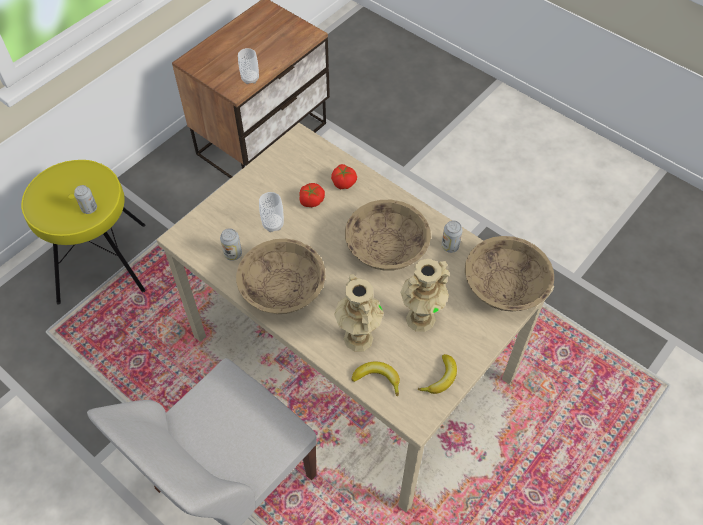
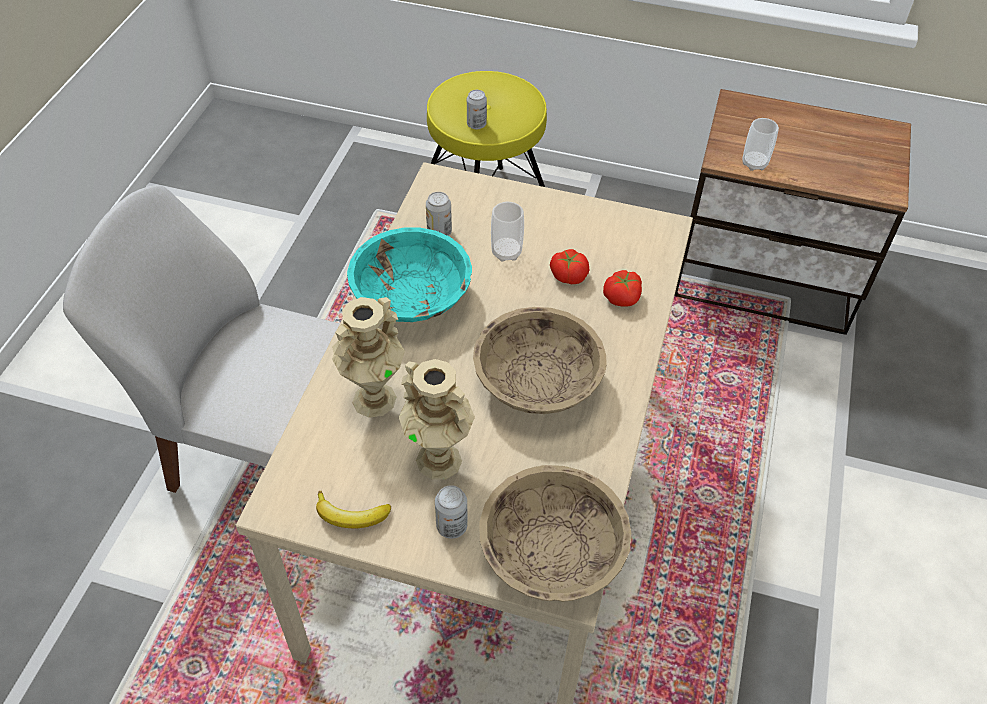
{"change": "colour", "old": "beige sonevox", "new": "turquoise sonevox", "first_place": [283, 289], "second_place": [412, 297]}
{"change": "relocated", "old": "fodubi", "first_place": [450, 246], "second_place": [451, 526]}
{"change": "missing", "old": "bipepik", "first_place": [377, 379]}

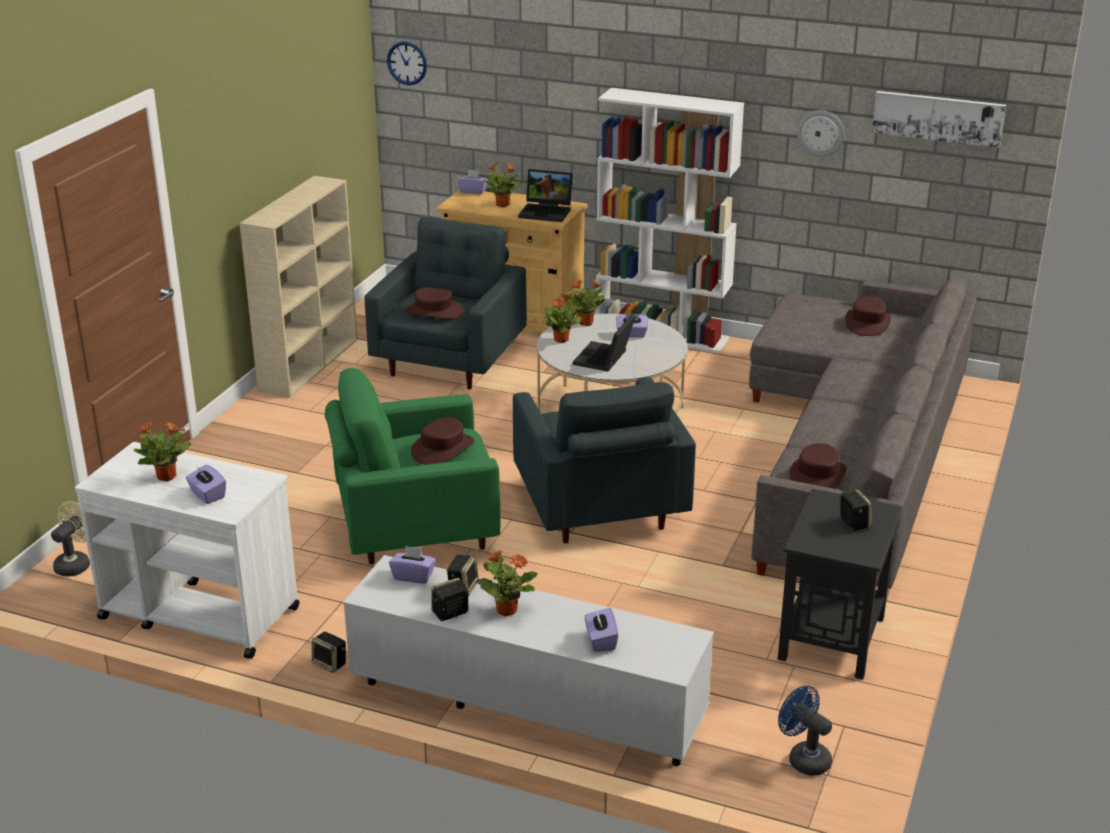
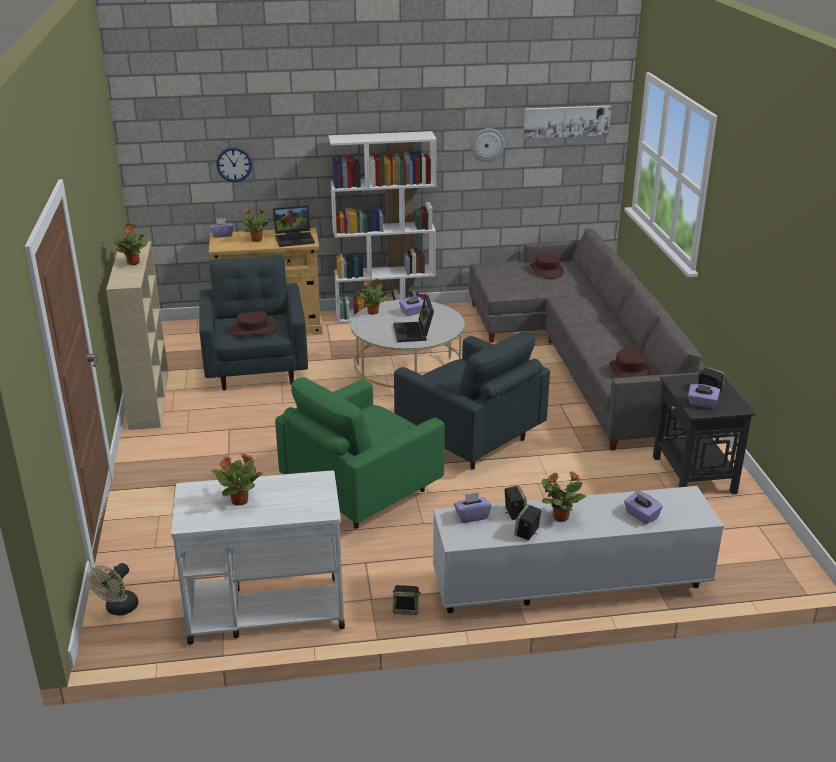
{"change": "spun", "old": "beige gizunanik", "first_place": [76, 564], "second_place": [118, 609], "degrees": -150}
{"change": "relocated", "old": "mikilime", "first_place": [561, 339], "second_place": [133, 262]}
{"change": "relocated", "old": "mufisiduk", "first_place": [407, 63], "second_place": [234, 164]}
{"change": "relocated", "old": "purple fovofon", "first_place": [207, 495], "second_place": [702, 404]}
{"change": "missing", "old": "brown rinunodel", "first_place": [442, 448]}
{"change": "missing", "old": "blue gizunanik", "first_place": [804, 758]}

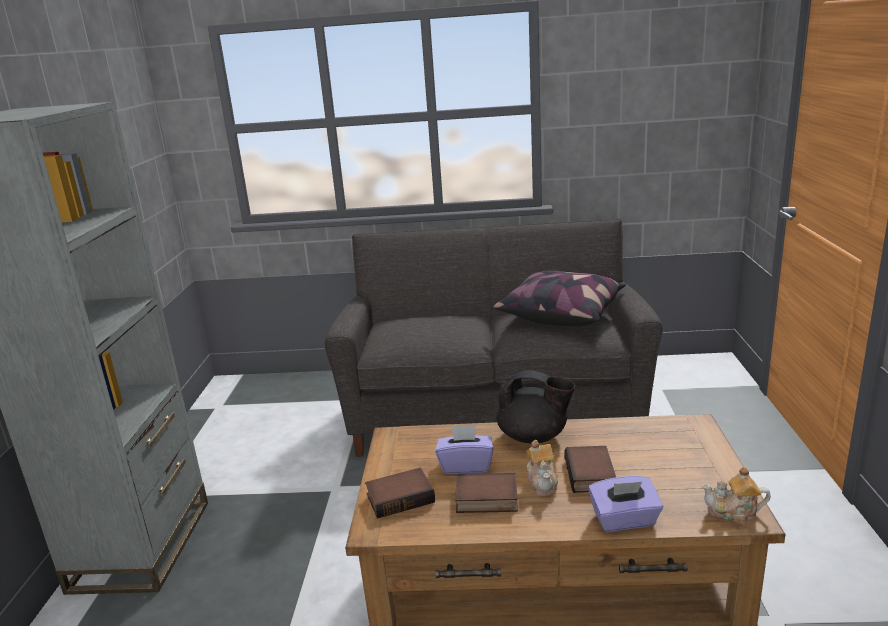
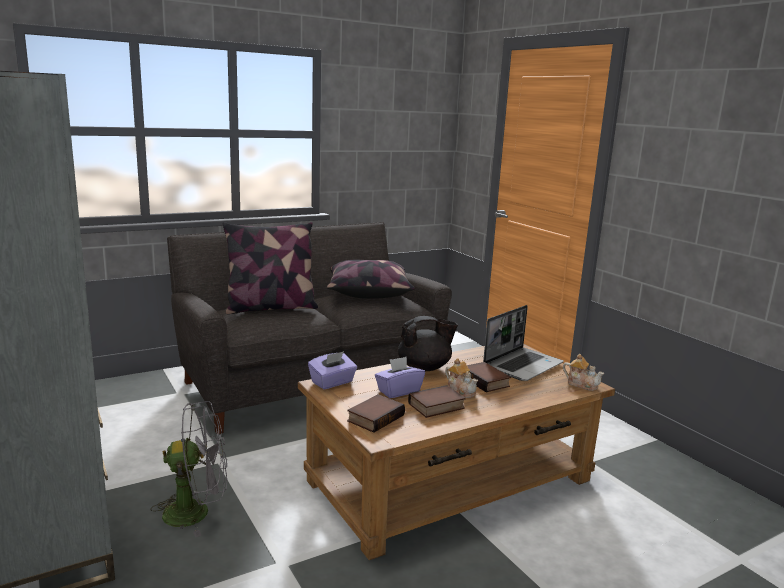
{"change": "appeared", "new": "grey gizunanik", "second_place": [197, 512]}
{"change": "appeared", "new": "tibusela", "second_place": [271, 308]}
{"change": "relocated", "old": "purple fovofon", "first_place": [624, 520], "second_place": [332, 382]}
{"change": "appeared", "new": "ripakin", "second_place": [522, 365]}
{"change": "spun", "old": "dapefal", "first_place": [733, 512], "second_place": [581, 384], "degrees": -120}

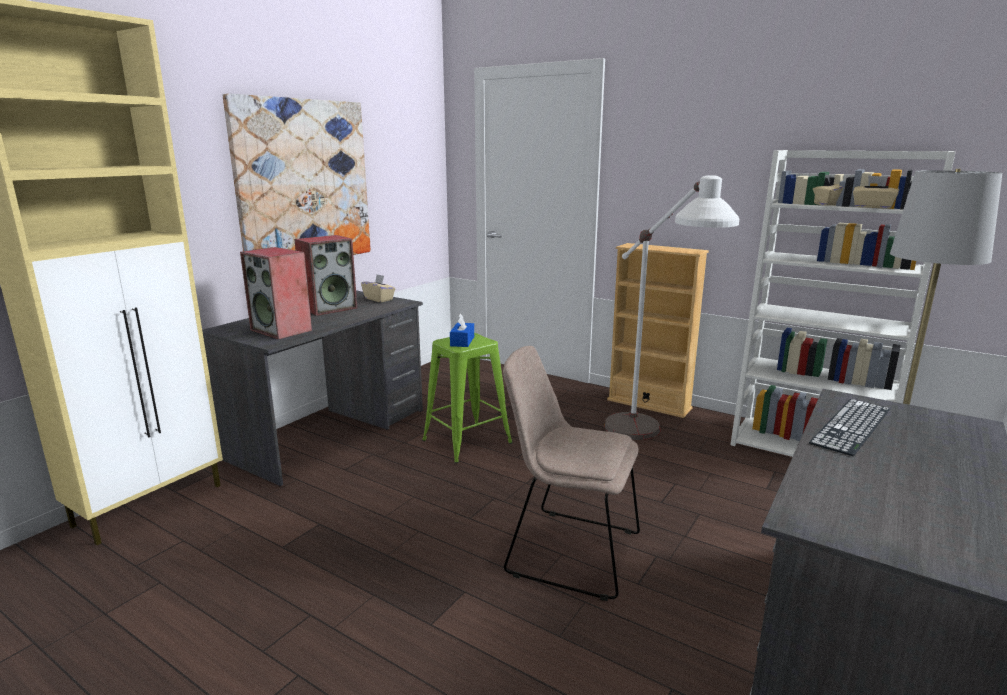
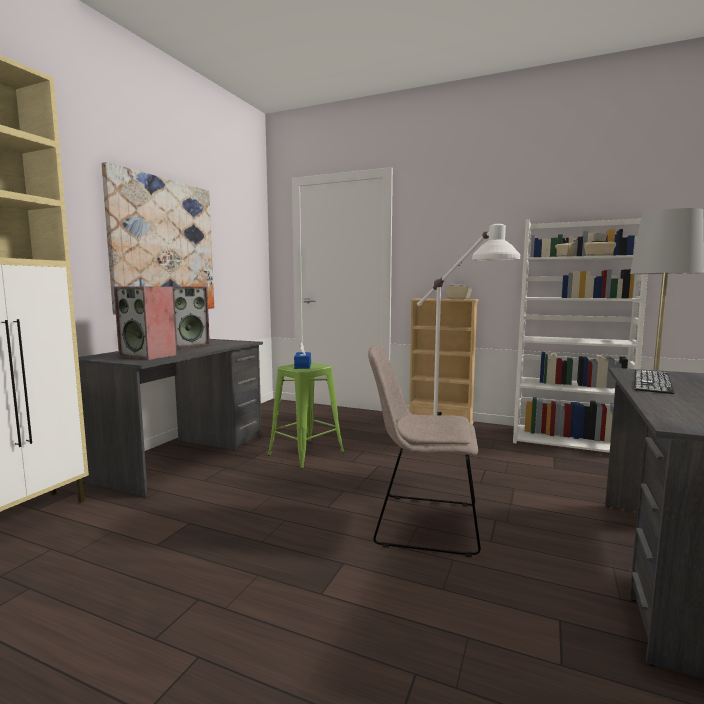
{"change": "relocated", "old": "beige fovofon", "first_place": [379, 299], "second_place": [458, 299]}

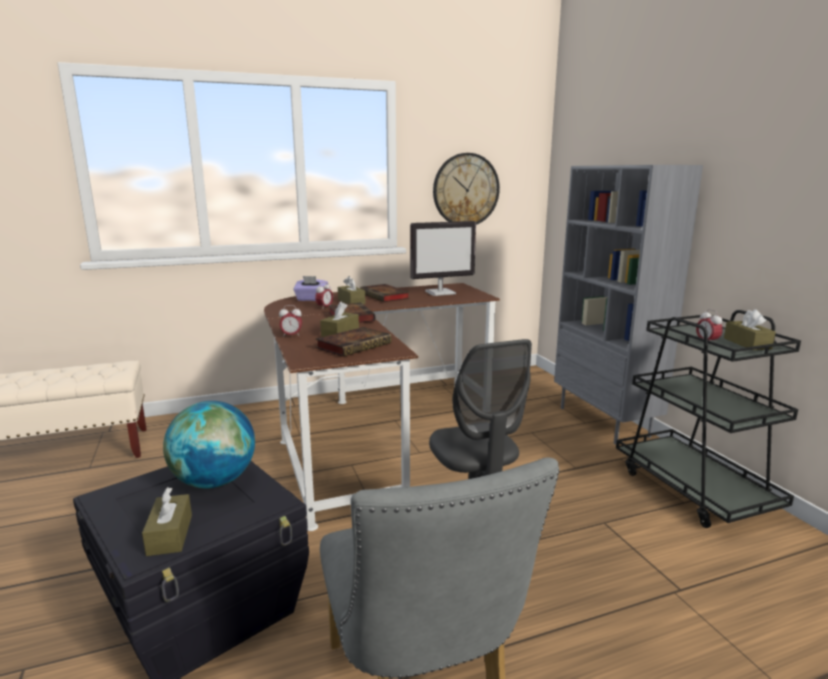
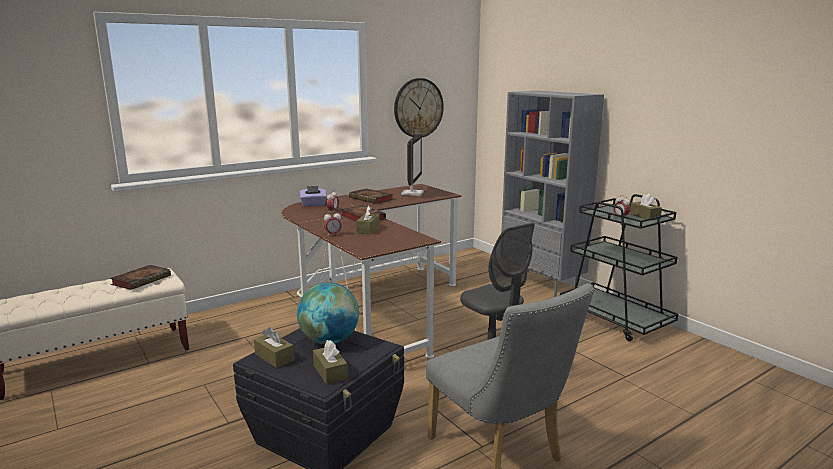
{"change": "relocated", "old": "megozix", "first_place": [355, 345], "second_place": [142, 280]}
{"change": "relocated", "old": "brown fovofon", "first_place": [351, 301], "second_place": [274, 357]}
{"change": "spun", "old": "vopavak", "first_place": [441, 293], "second_place": [412, 193], "degrees": -45}

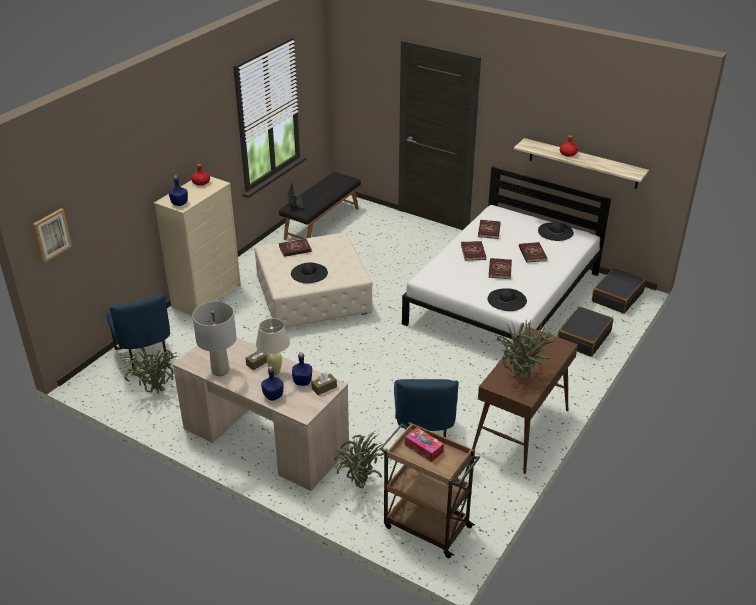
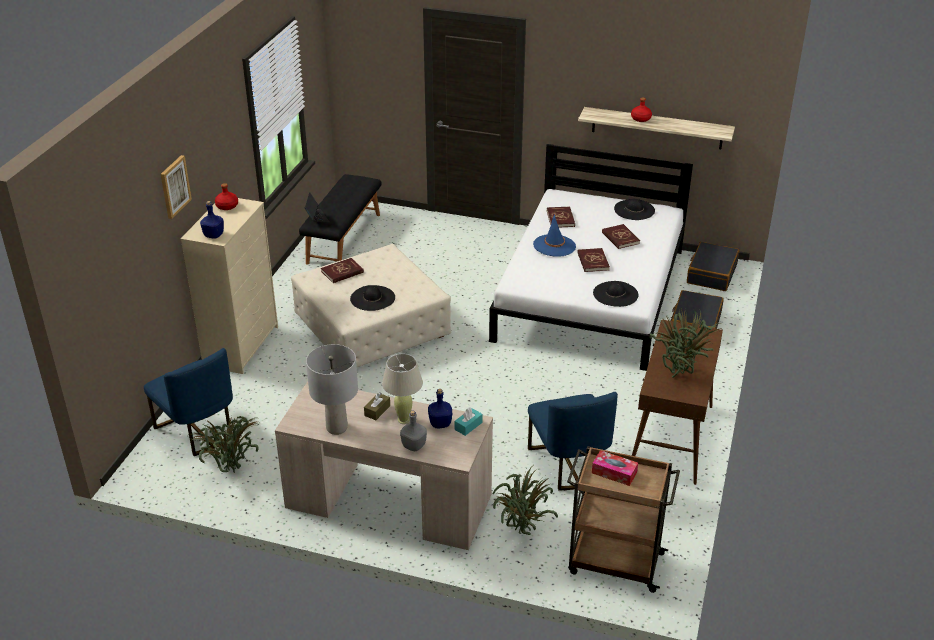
{"change": "relocated", "old": "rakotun", "first_place": [51, 235], "second_place": [174, 186]}
{"change": "colour", "old": "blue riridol", "new": "grey riridol", "first_place": [273, 396], "second_place": [413, 445]}
{"change": "colour", "old": "brown fovofon", "new": "turquoise fovofon", "first_place": [324, 388], "second_place": [468, 426]}
{"change": "exchanged", "old": "red megozix", "new": "blue rinunodel", "first_place": [473, 252], "second_place": [554, 246]}

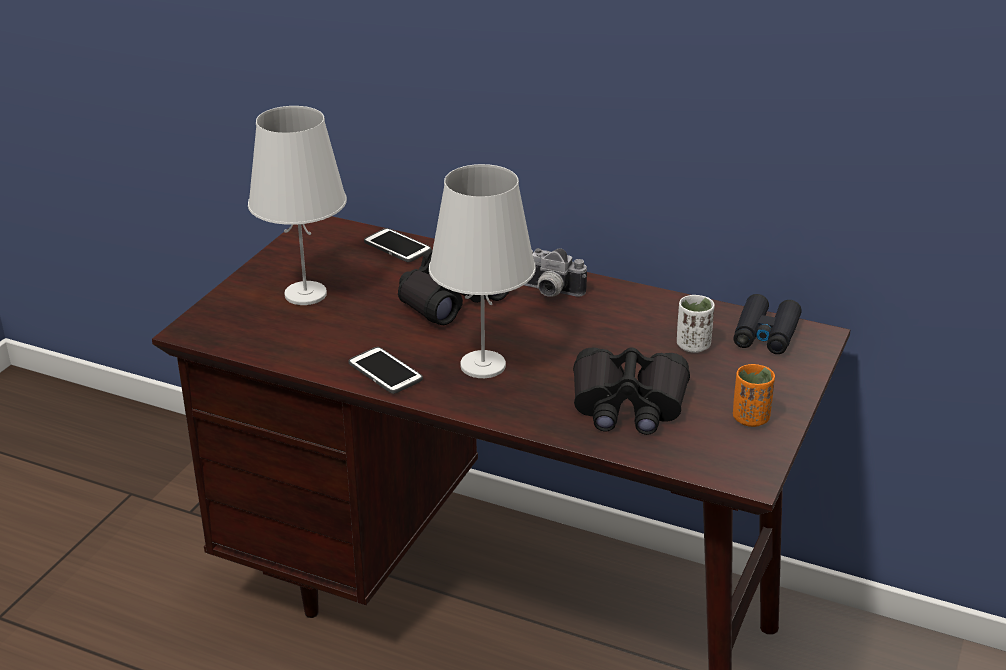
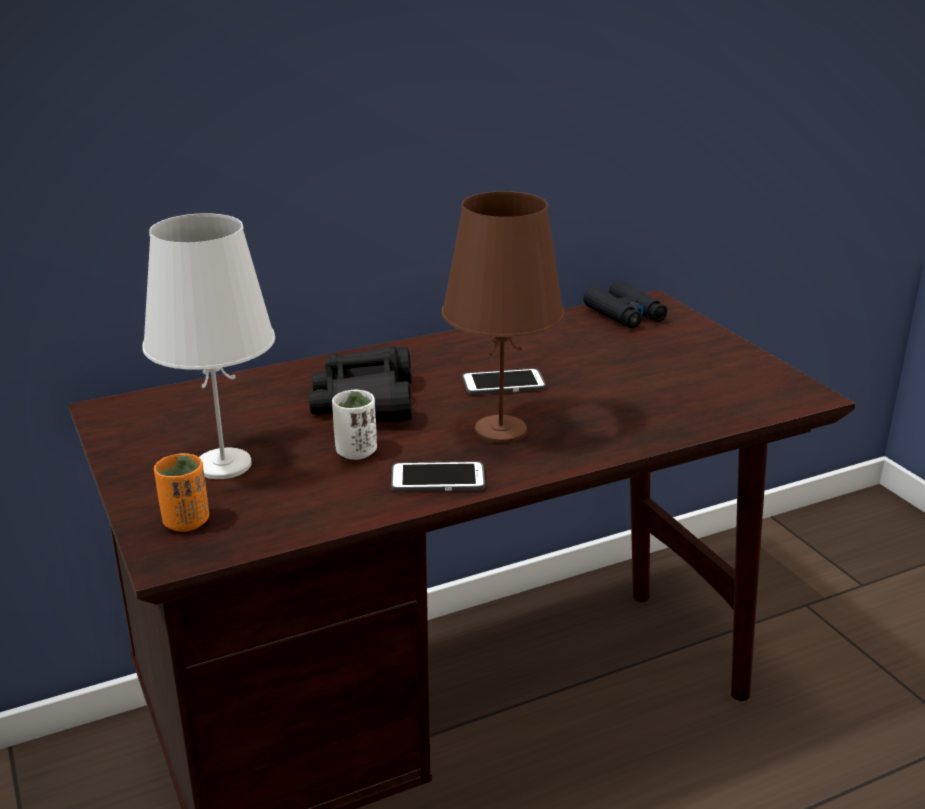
{"change": "relocated", "old": "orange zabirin", "first_place": [750, 418], "second_place": [186, 522]}
{"change": "relocated", "old": "white zabirin", "first_place": [693, 345], "second_place": [356, 452]}
{"change": "colour", "old": "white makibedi", "new": "brown makibedi", "first_place": [482, 365], "second_place": [499, 430]}
{"change": "relocated", "old": "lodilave", "first_place": [397, 247], "second_place": [503, 383]}
{"change": "missing", "old": "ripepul", "first_place": [548, 292]}
{"change": "missing", "old": "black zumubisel", "first_place": [628, 405]}

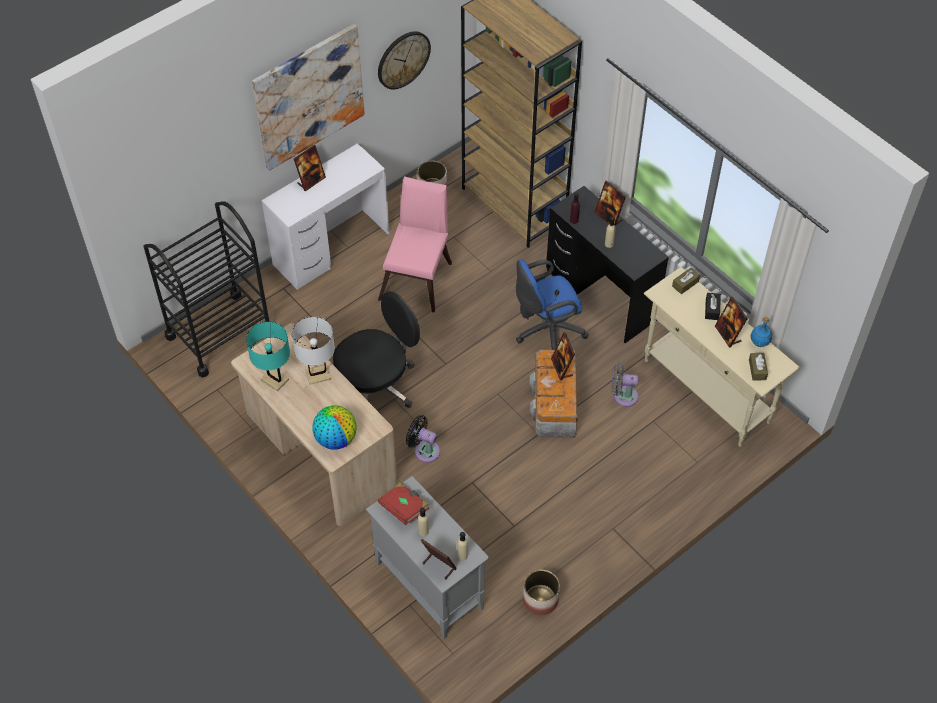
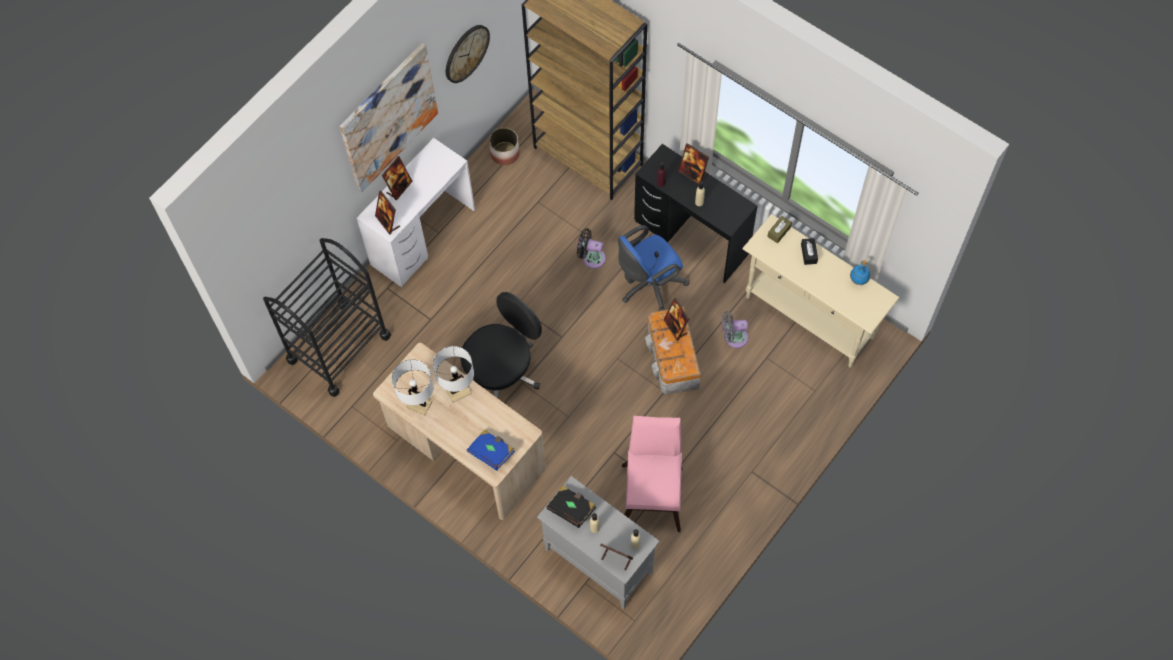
{"change": "relocated", "old": "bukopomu", "first_place": [728, 334], "second_place": [388, 222]}
{"change": "colour", "old": "turquoise makibedi", "new": "white makibedi", "first_place": [274, 380], "second_place": [419, 404]}
{"change": "exchanged", "old": "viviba", "new": "blue megozix", "first_place": [336, 438], "second_place": [491, 452]}
{"change": "colour", "old": "red megozix", "new": "black megozix", "first_place": [404, 508], "second_place": [571, 509]}
{"change": "relocated", "old": "black gizunanik", "first_place": [424, 450], "second_place": [591, 257]}
{"change": "relocated", "old": "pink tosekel", "first_place": [418, 277], "second_place": [652, 492]}
{"change": "missing", "old": "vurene", "first_place": [540, 600]}
{"change": "missing", "old": "brown fovofon", "first_place": [757, 369]}

